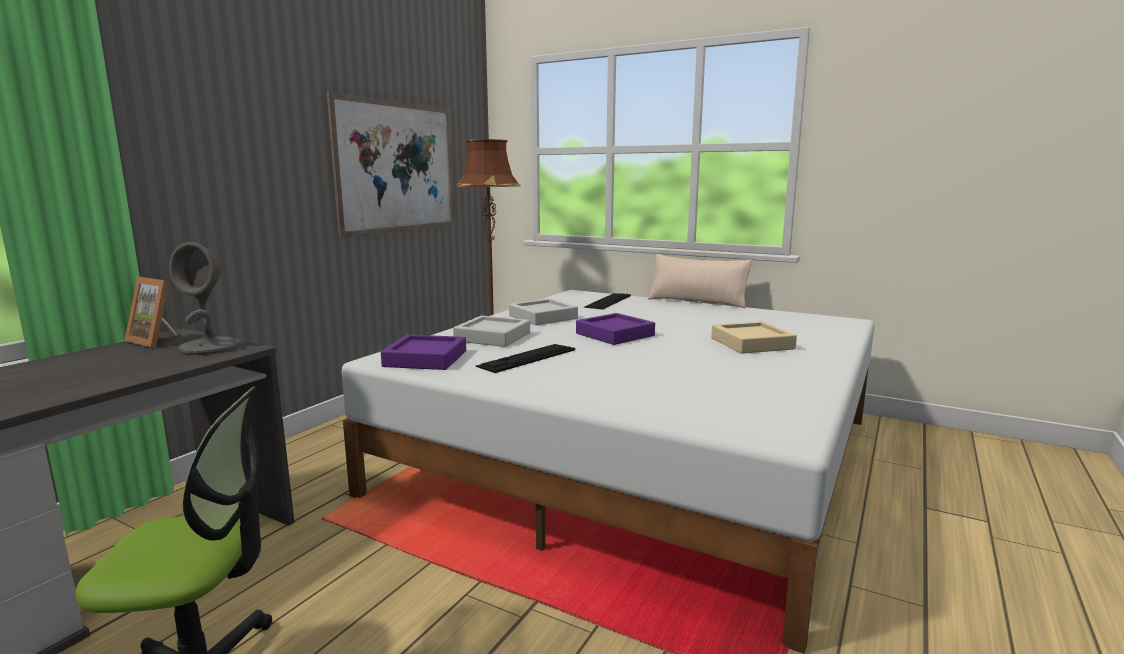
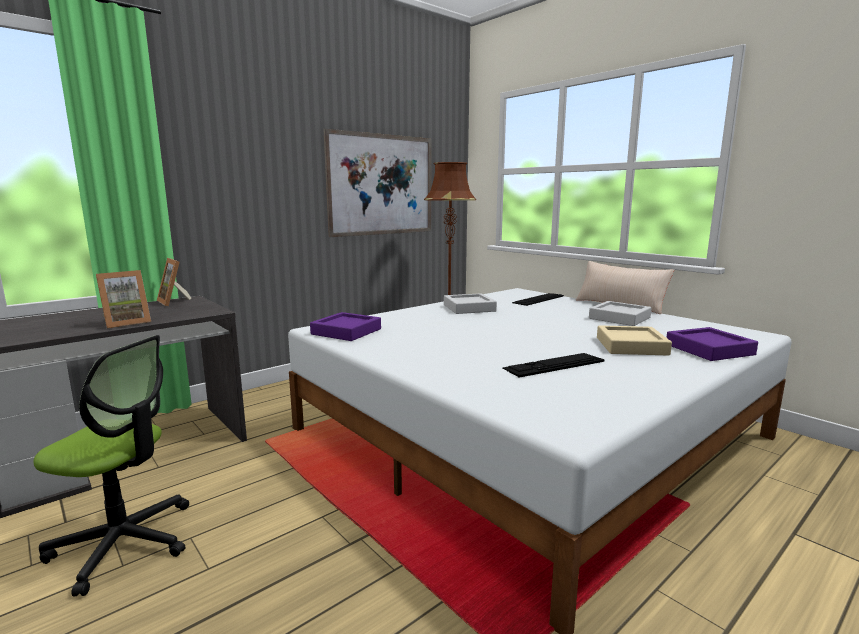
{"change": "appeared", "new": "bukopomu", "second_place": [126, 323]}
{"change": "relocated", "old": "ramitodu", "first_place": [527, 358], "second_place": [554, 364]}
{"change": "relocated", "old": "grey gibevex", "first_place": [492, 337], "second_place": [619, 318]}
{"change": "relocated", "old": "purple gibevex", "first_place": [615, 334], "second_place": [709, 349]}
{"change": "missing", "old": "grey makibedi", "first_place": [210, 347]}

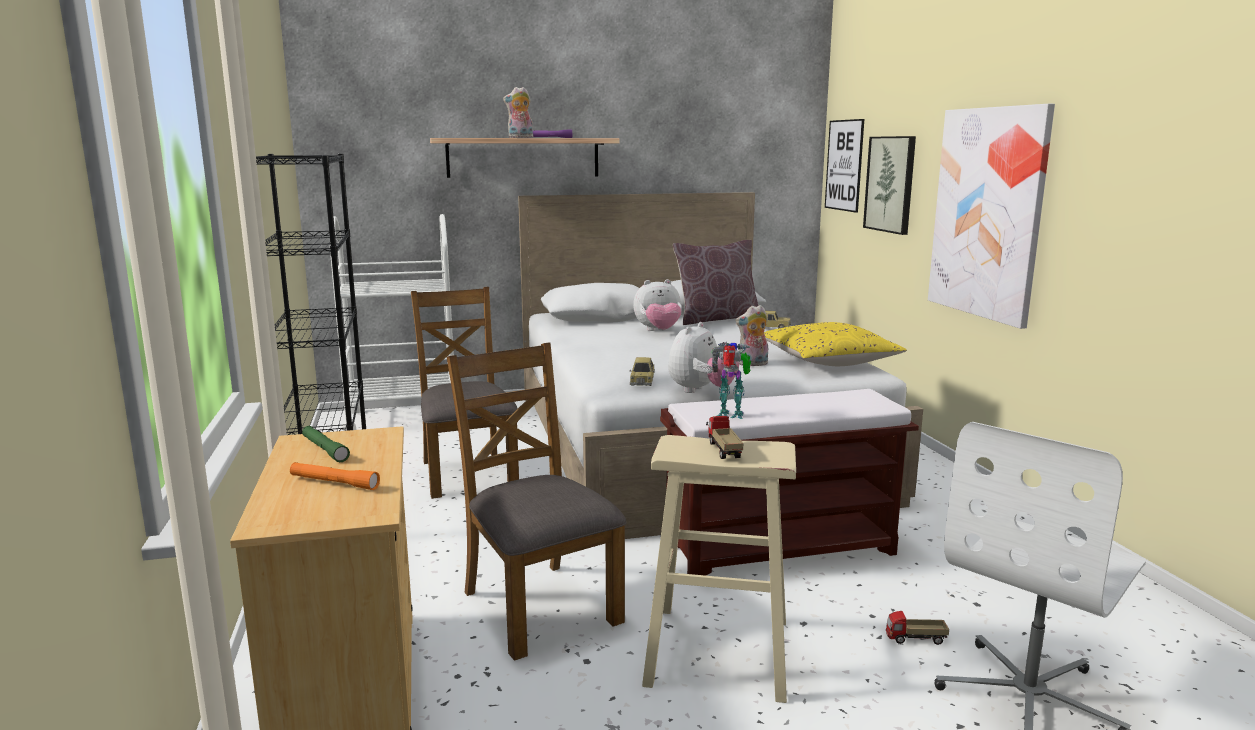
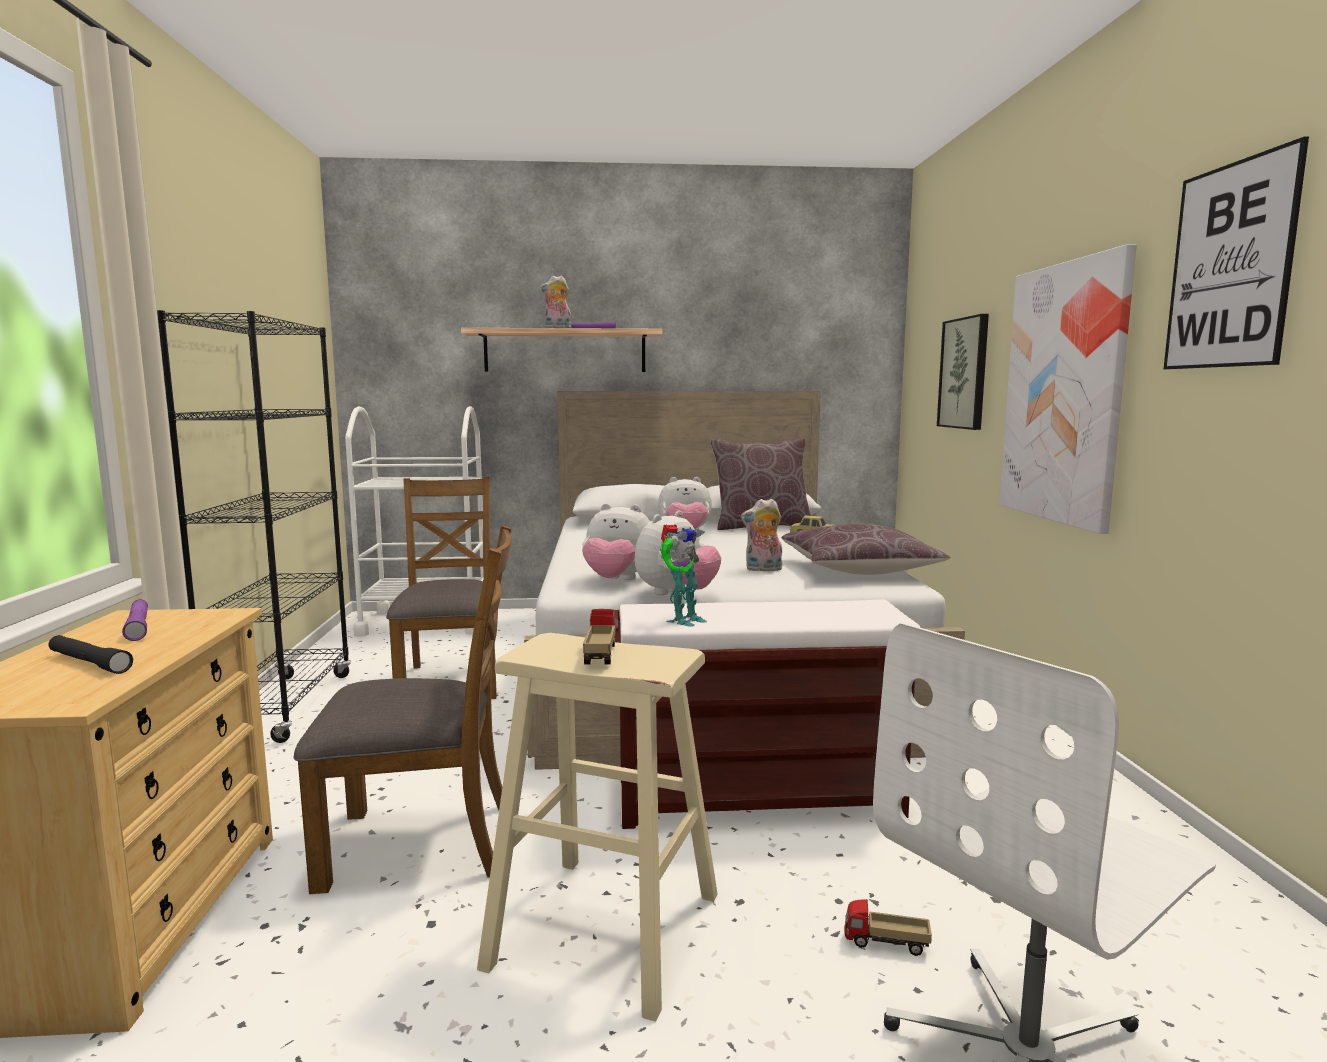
{"change": "colour", "old": "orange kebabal", "new": "black kebabal", "first_place": [334, 483], "second_place": [89, 663]}
{"change": "colour", "old": "green kebabal", "new": "purple kebabal", "first_place": [324, 450], "second_place": [138, 627]}
{"change": "spun", "old": "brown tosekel", "first_place": [538, 606], "second_place": [422, 843], "degrees": 105}
{"change": "exchanged", "old": "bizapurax", "new": "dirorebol", "first_place": [642, 381], "second_place": [617, 580]}
{"change": "spun", "old": "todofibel", "first_place": [731, 415], "second_place": [682, 620], "degrees": 105}
{"change": "colour", "old": "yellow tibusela", "new": "brown tibusela", "first_place": [829, 361], "second_place": [858, 570]}
{"change": "relocated", "old": "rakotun", "first_place": [844, 165], "second_place": [1230, 266]}

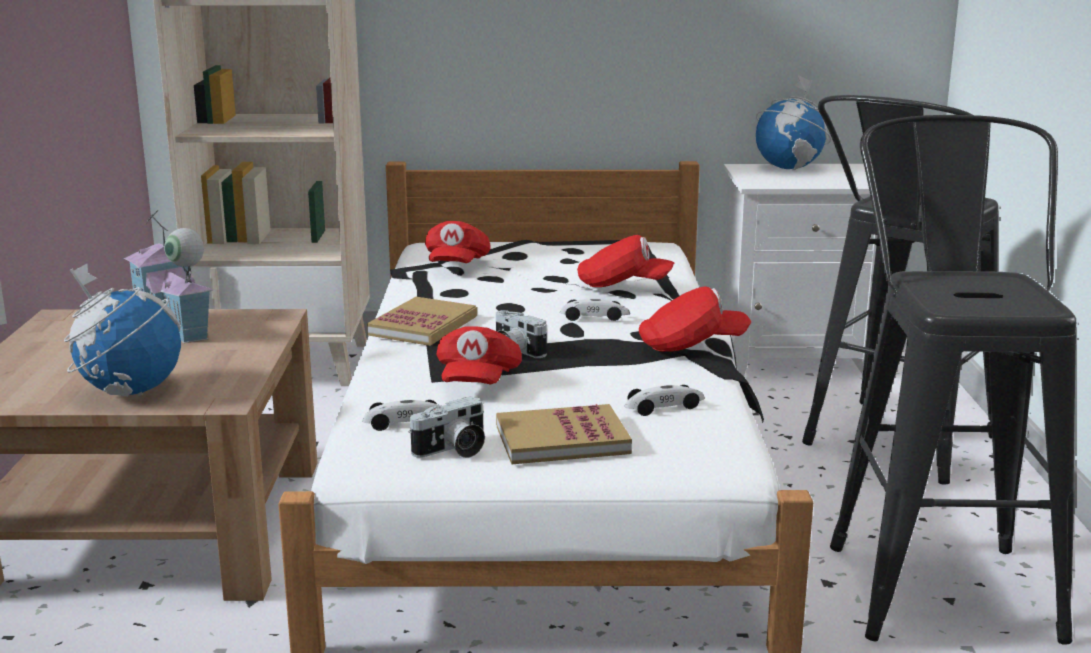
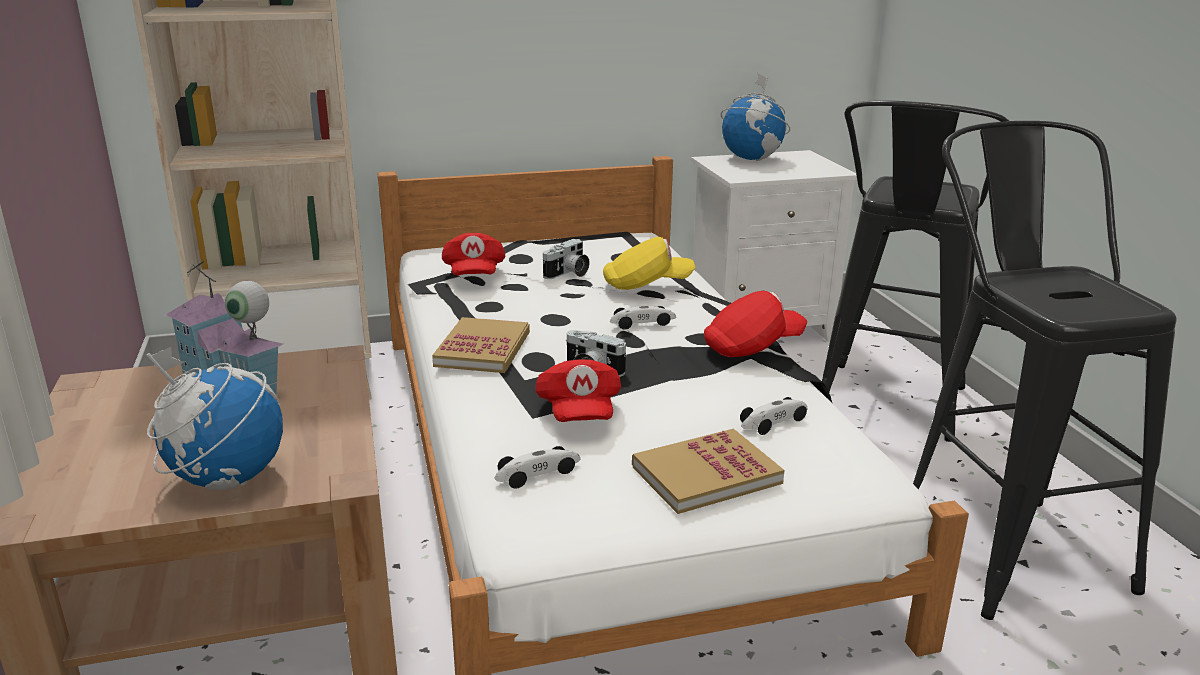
{"change": "relocated", "old": "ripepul", "first_place": [453, 450], "second_place": [568, 274]}
{"change": "colour", "old": "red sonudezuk", "new": "yellow sonudezuk", "first_place": [623, 285], "second_place": [646, 285]}

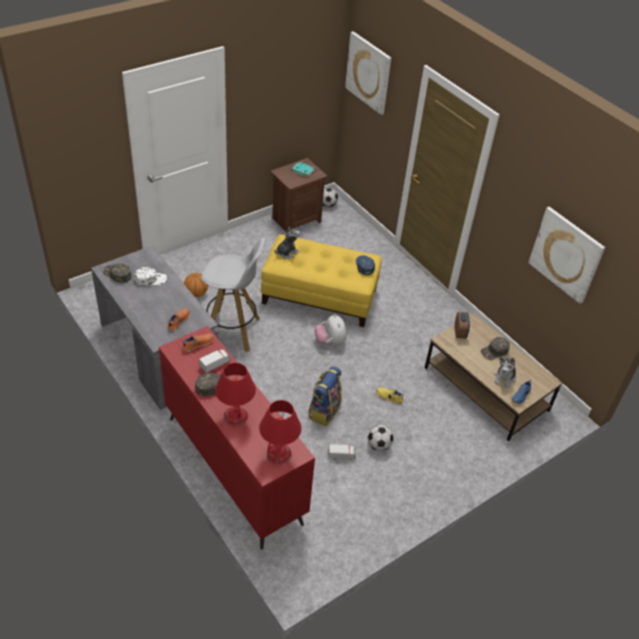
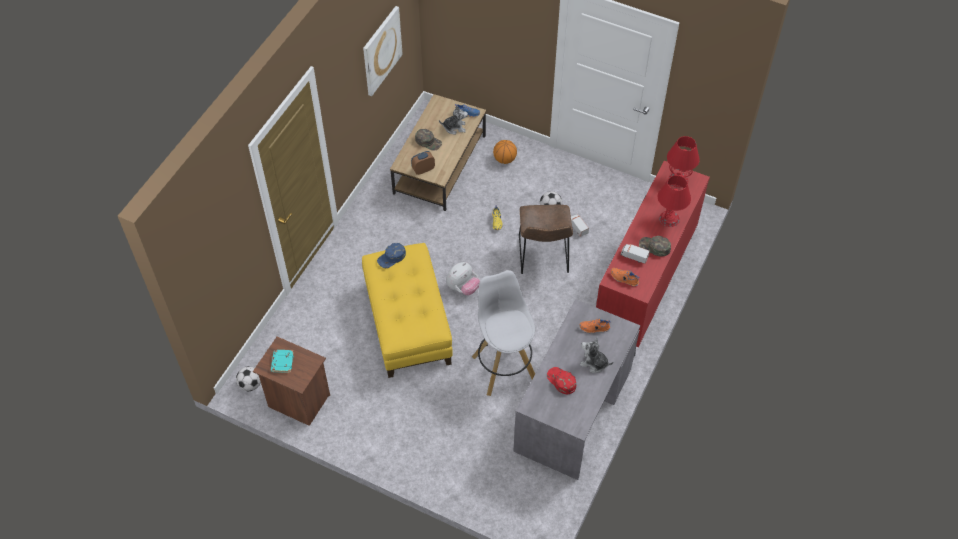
{"change": "relocated", "old": "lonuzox", "first_place": [196, 293], "second_place": [504, 159]}
{"change": "exchanged", "old": "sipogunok", "new": "brown tosekel", "first_place": [324, 410], "second_place": [543, 257]}
{"change": "colour", "old": "white sonudezuk", "new": "red sonudezuk", "first_place": [150, 279], "second_place": [561, 381]}
{"change": "relocated", "old": "dirorebol", "first_place": [286, 252], "second_place": [594, 363]}
{"change": "missing", "old": "green sonudezuk", "first_place": [117, 274]}
{"change": "missing", "old": "rakotun", "first_place": [368, 72]}

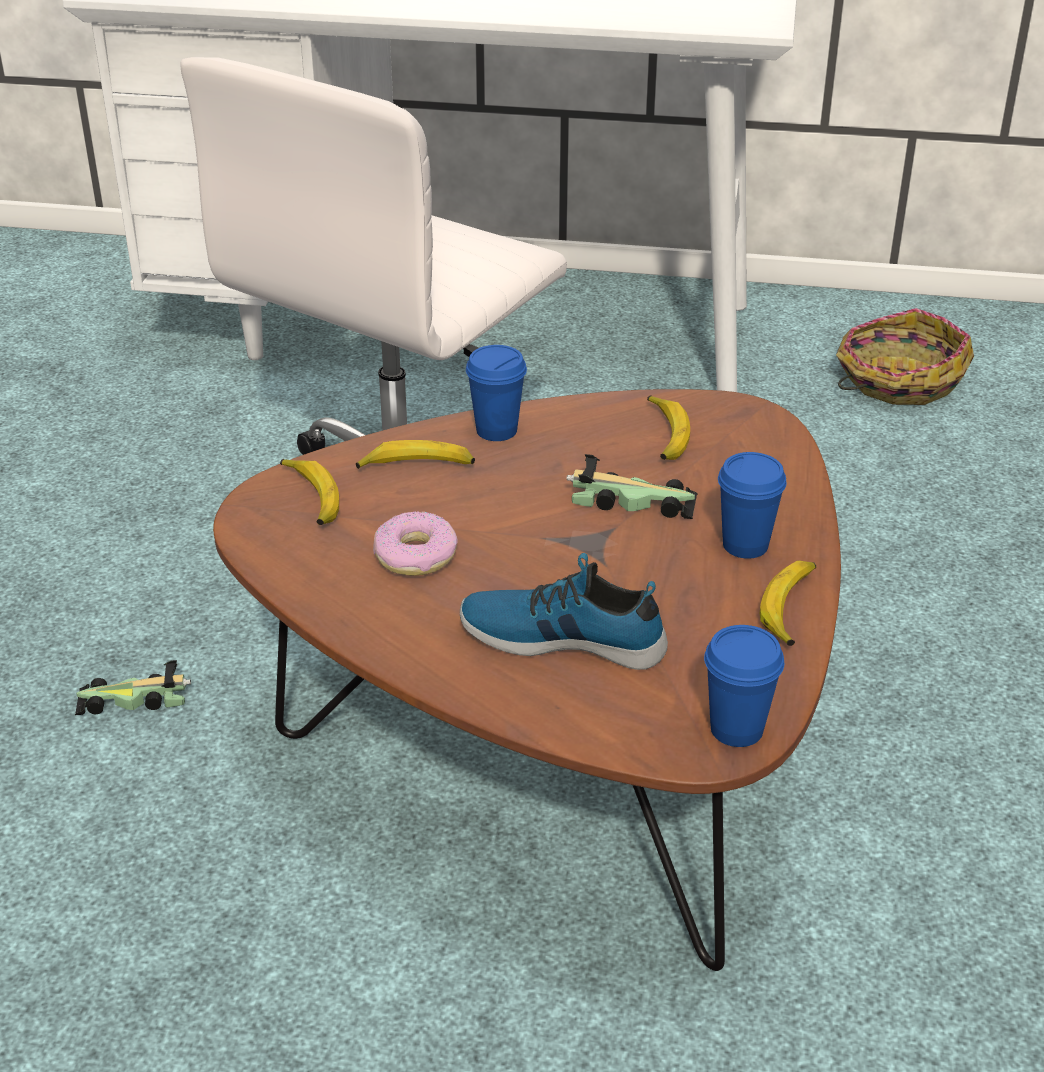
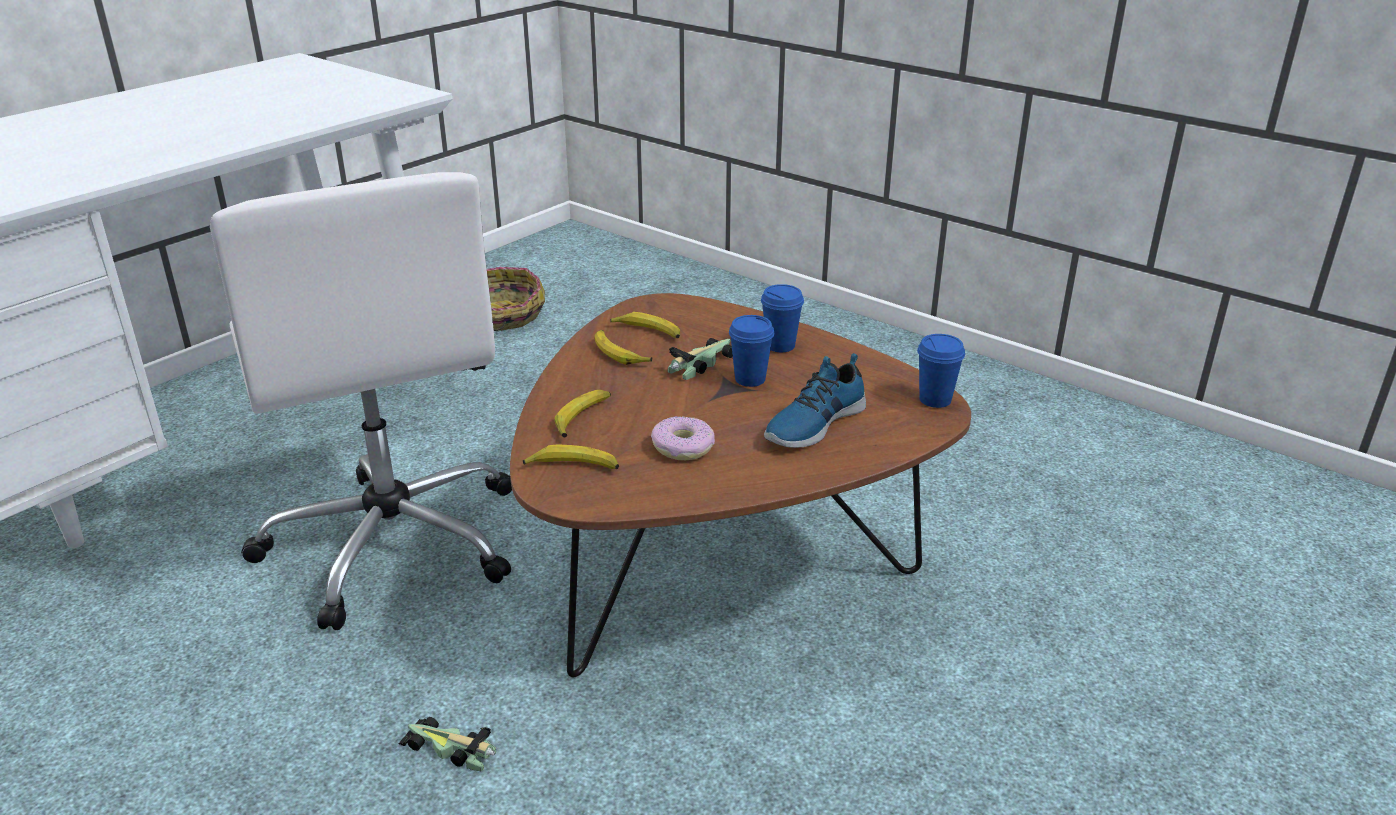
{"change": "spun", "old": "bizapurax", "first_place": [135, 699], "second_place": [451, 748], "degrees": 90}
{"change": "relocated", "old": "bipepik", "first_place": [790, 609], "second_place": [620, 353]}
{"change": "relocated", "old": "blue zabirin", "first_place": [496, 430], "second_place": [750, 379]}

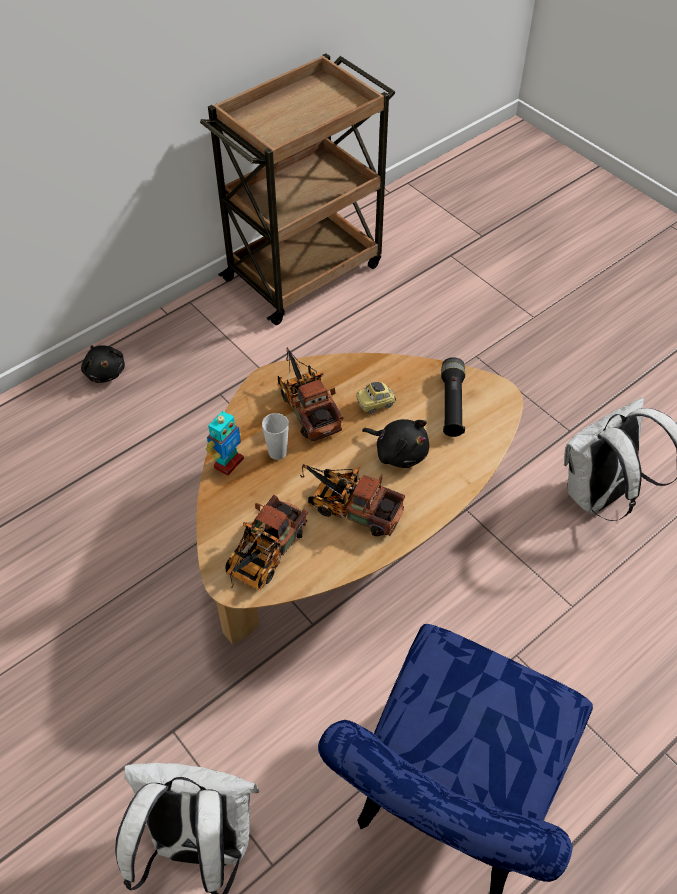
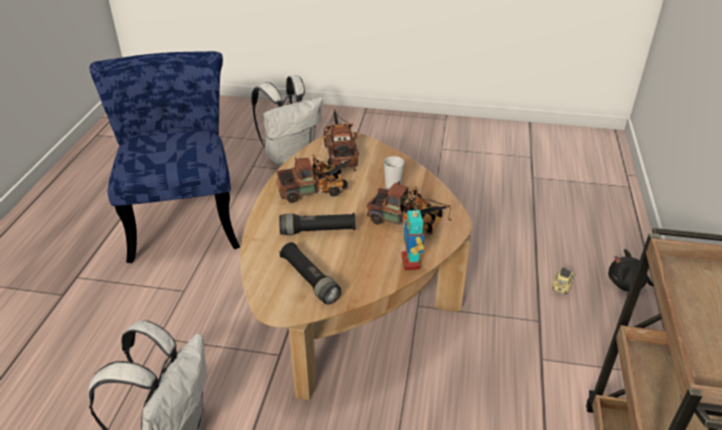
{"change": "exchanged", "old": "black dirorebol", "new": "black kebabal", "first_place": [399, 452], "second_place": [318, 231]}
{"change": "relocated", "old": "todofibel", "first_place": [228, 463], "second_place": [411, 262]}
{"change": "relocated", "old": "bizapurax", "first_place": [375, 404], "second_place": [561, 286]}

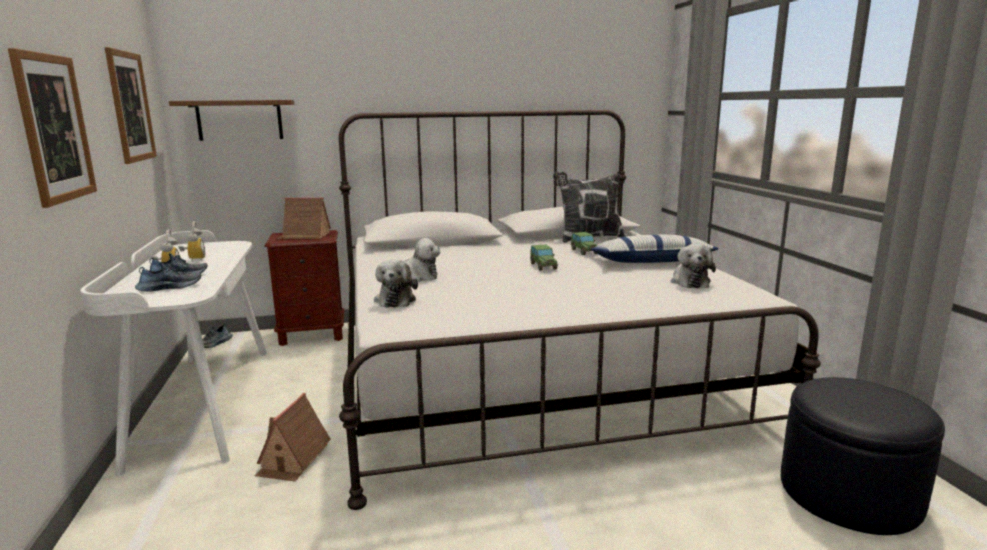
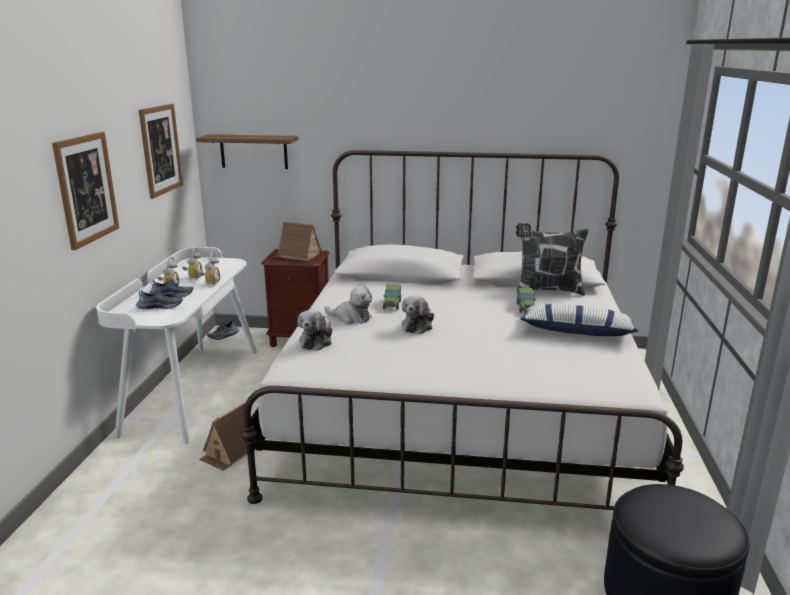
{"change": "appeared", "new": "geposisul", "second_place": [210, 283]}
{"change": "relocated", "old": "bizapurax", "first_place": [543, 266], "second_place": [392, 304]}
{"change": "relocated", "old": "dirorebol", "first_place": [689, 281], "second_place": [418, 325]}

